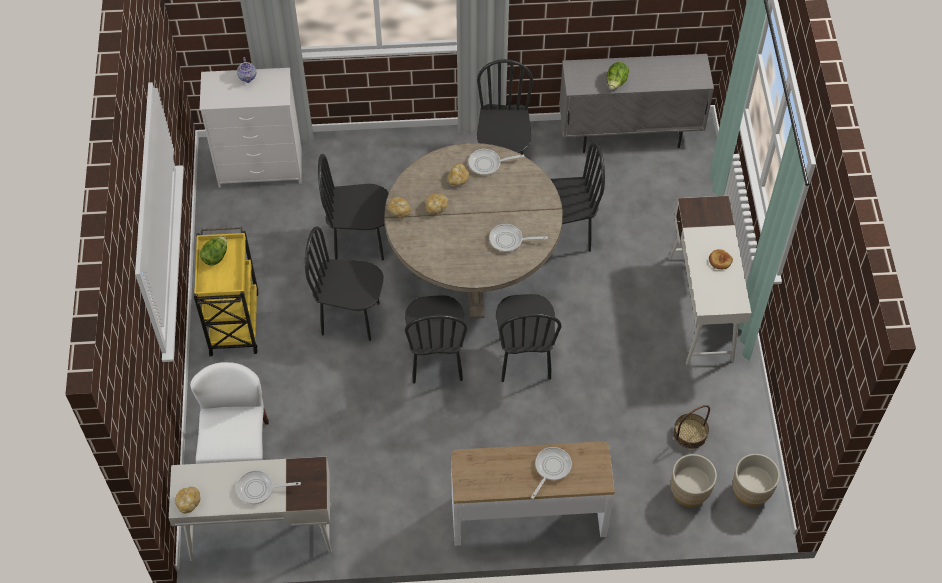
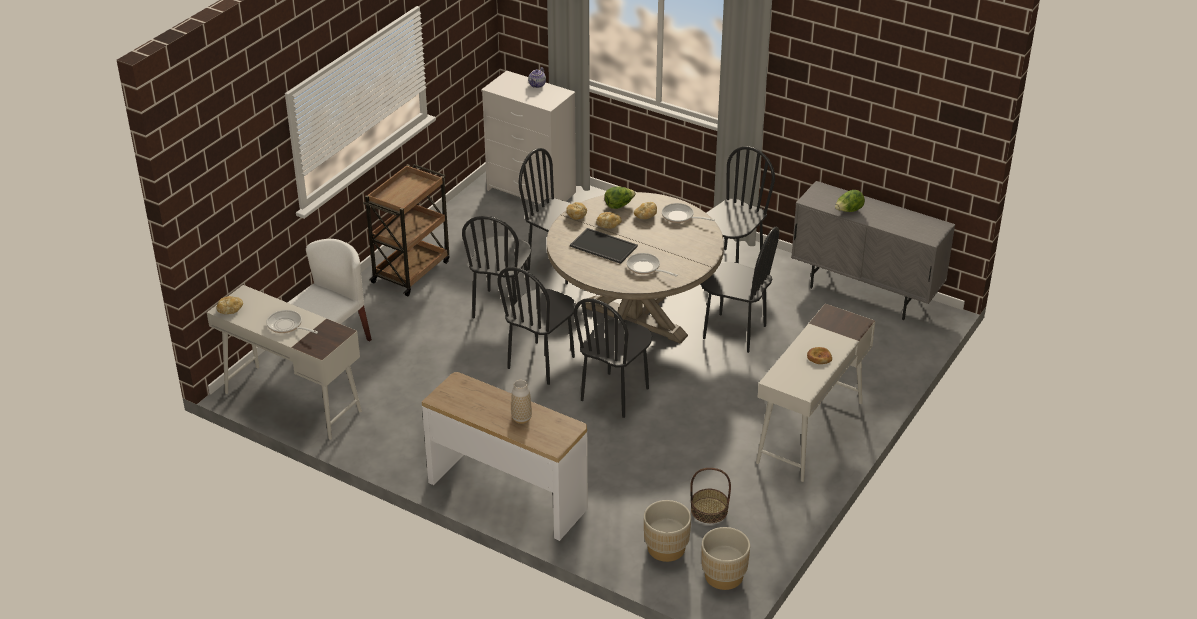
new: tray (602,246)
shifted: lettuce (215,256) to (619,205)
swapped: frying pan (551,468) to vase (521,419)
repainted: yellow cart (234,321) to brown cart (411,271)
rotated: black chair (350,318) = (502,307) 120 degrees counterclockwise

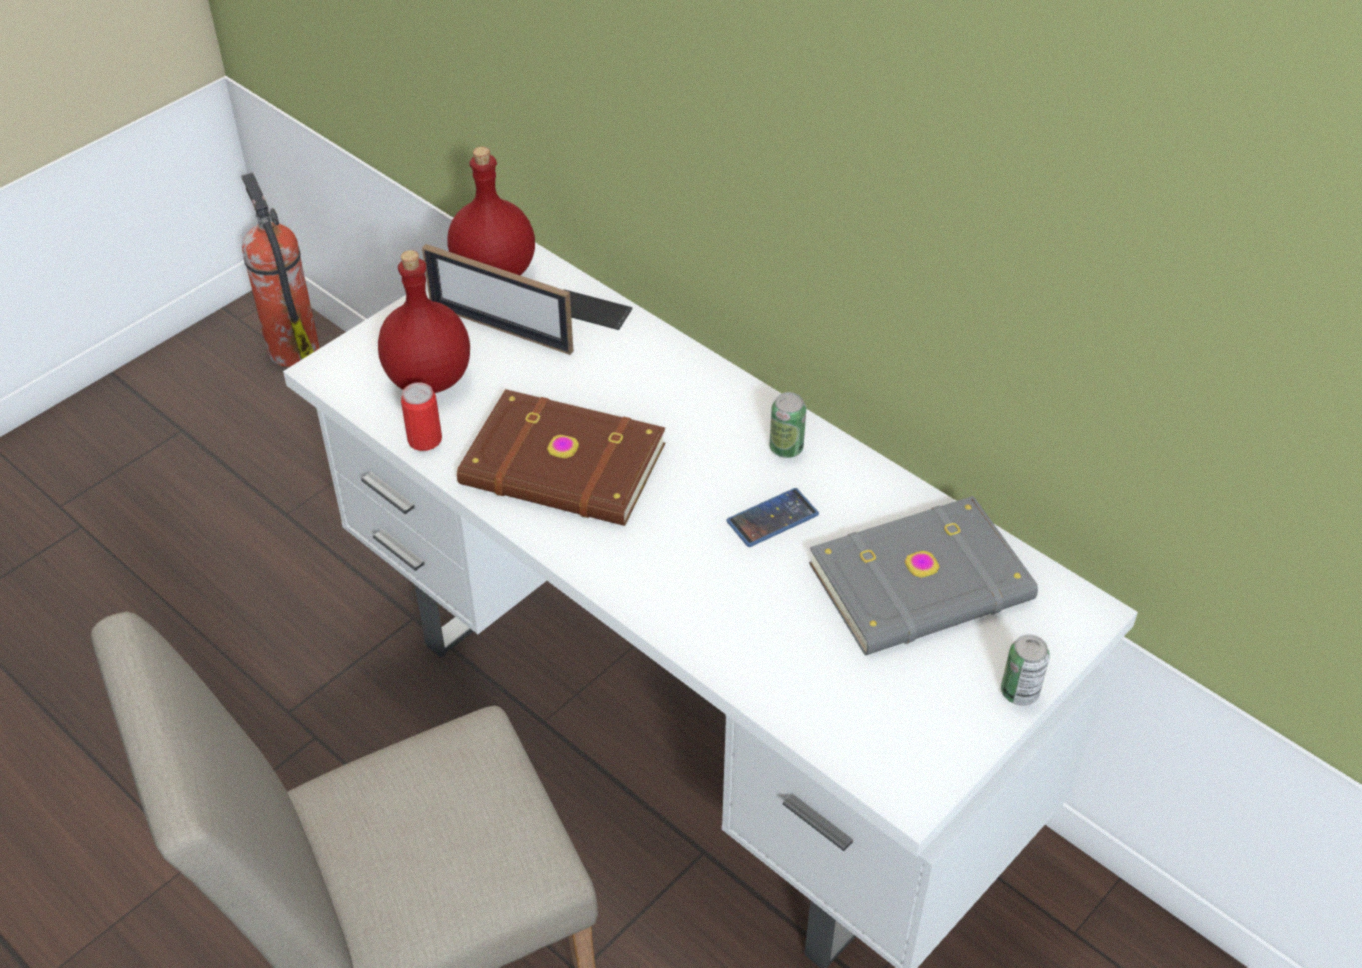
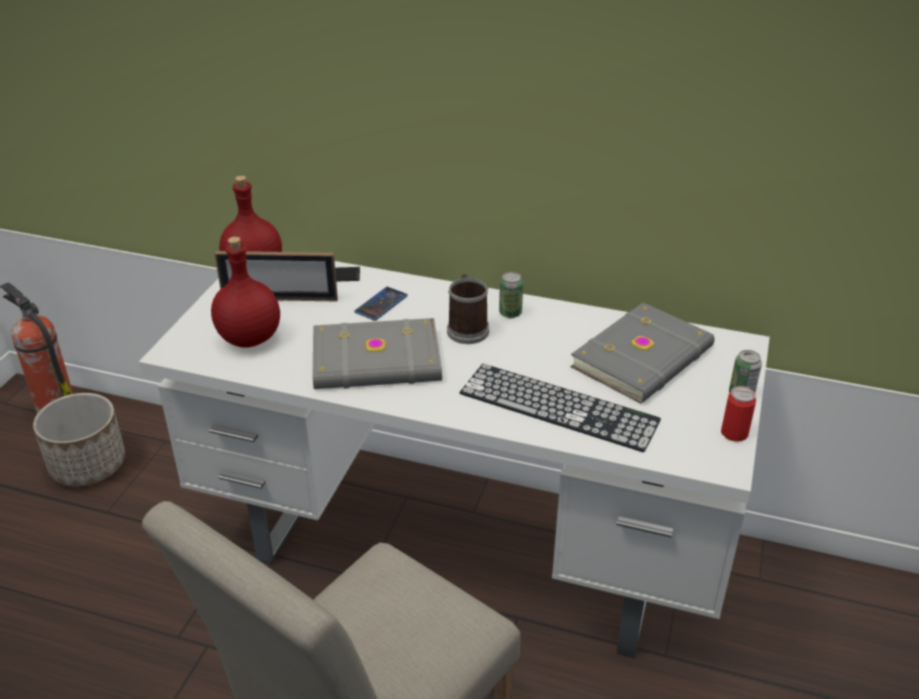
new: planter (87,465); mug (467,328); keyboard (558,406)
shifted: phone (772,518) to (381,304); can (424,440) to (734,433)
repainted: brown book (563,468) to grey book (377,361)

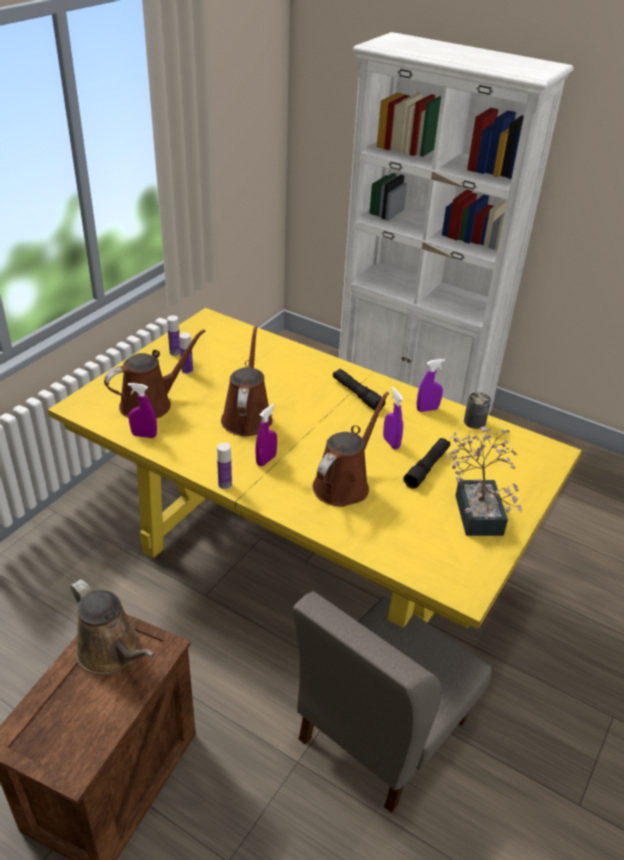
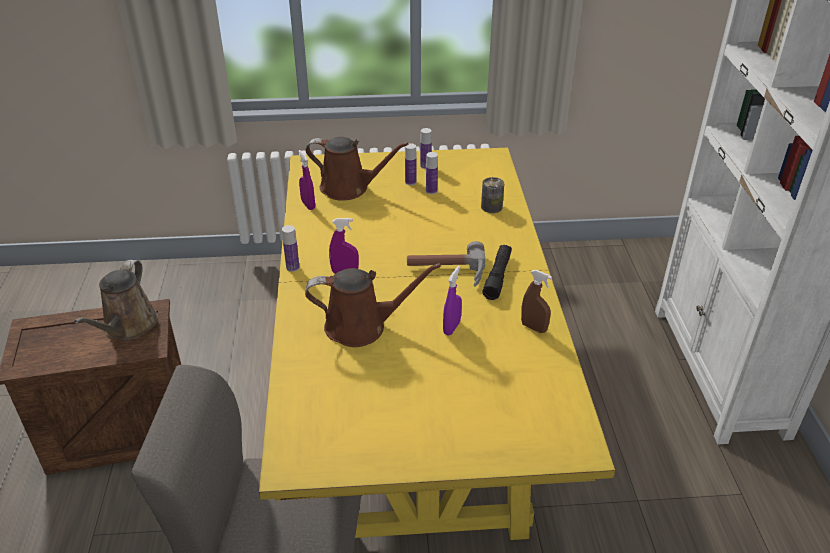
gone: brown watering can (247,416); black flashlight (427,467); potted plant (478,509)
new: hammer (447,272); bottle (431,191)
shifted: can (474,422) to (491,207)
repainted: purple spray bottle (427,409) to brown spray bottle (533,327)

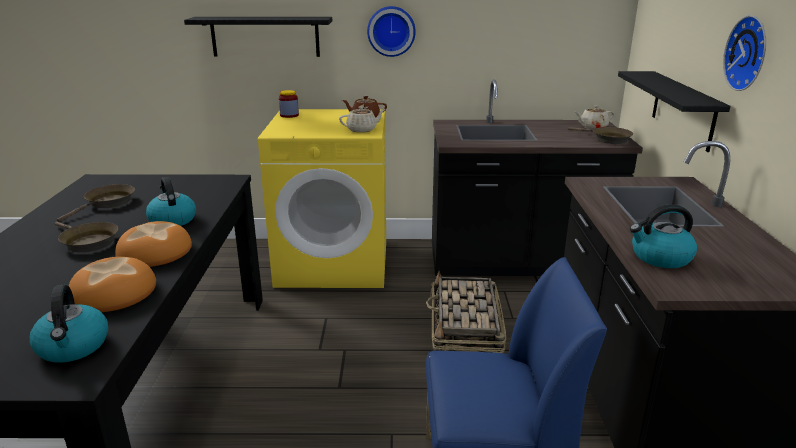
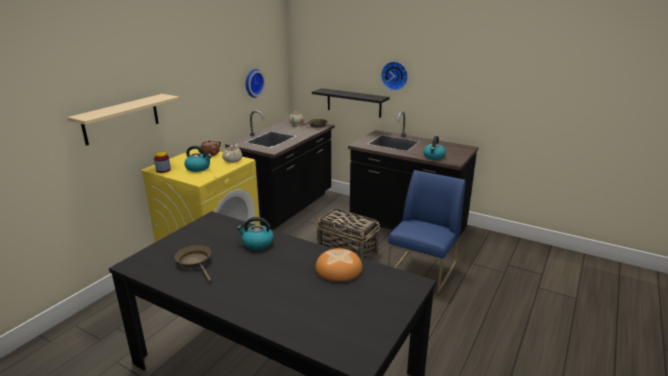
gone: brown frying pan (87,242); bread (154,251)
shifted: kettle (73,347) to (198,168); wall clock (391,31) to (253,83)
repainted: black shelf (265,36) to beige shelf (121,119)

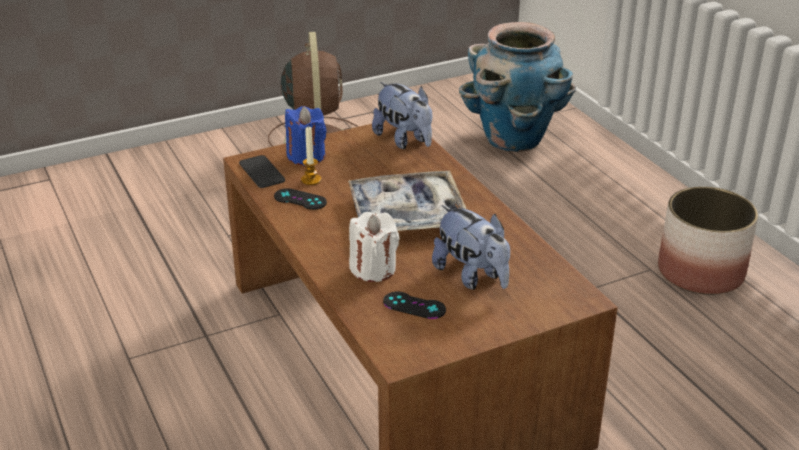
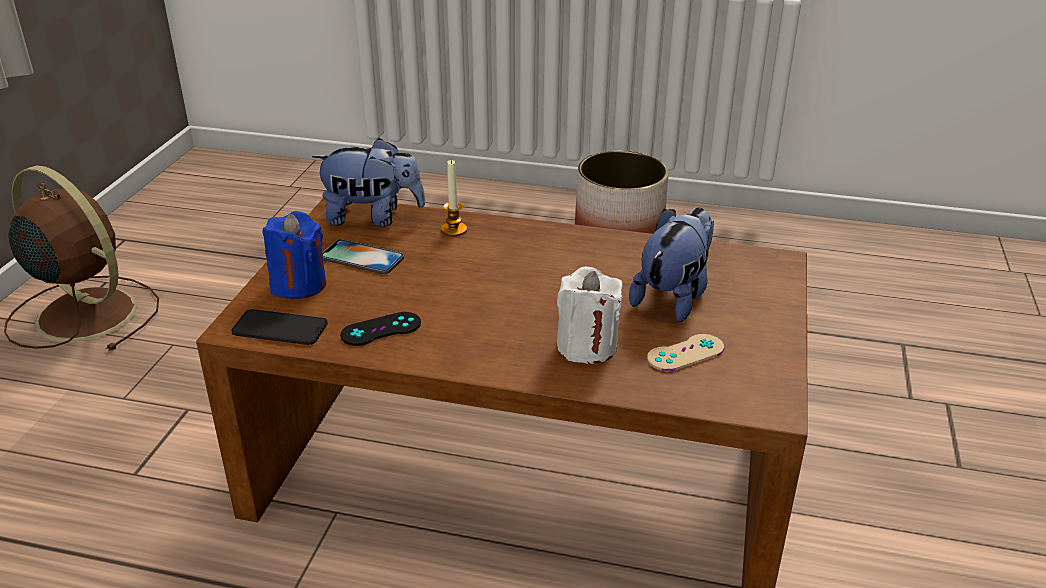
gone: tray (407,214); planter (514,139)
new: phone (362,257)
shifted: candle (311,180) to (454,230)
repainted: black game controller (414,306) to beige game controller (685,353)
rotated: plush toy (472,276) = (673,297) 60 degrees counterclockwise

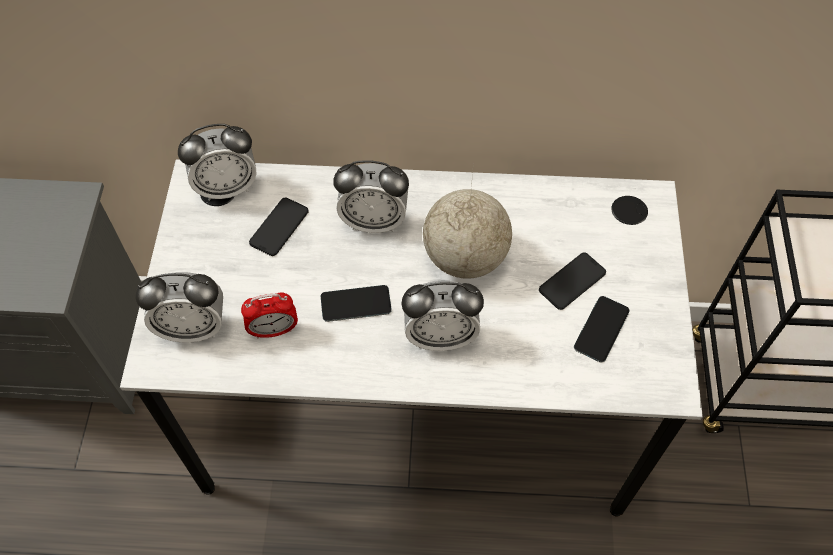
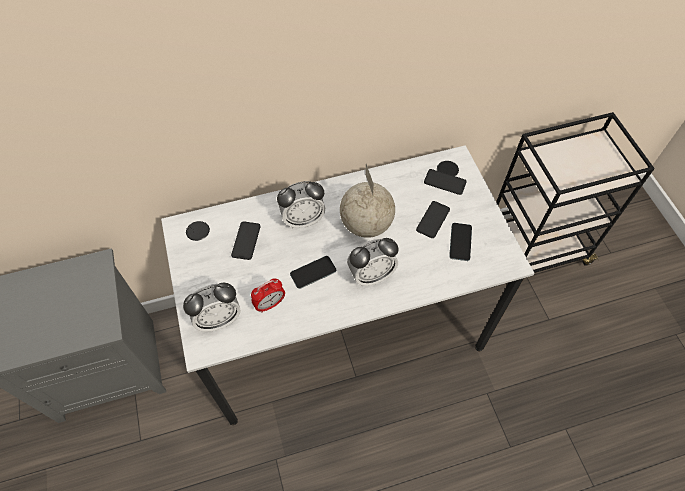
gone: alarm clock (227,187)
new: phone (445,182)

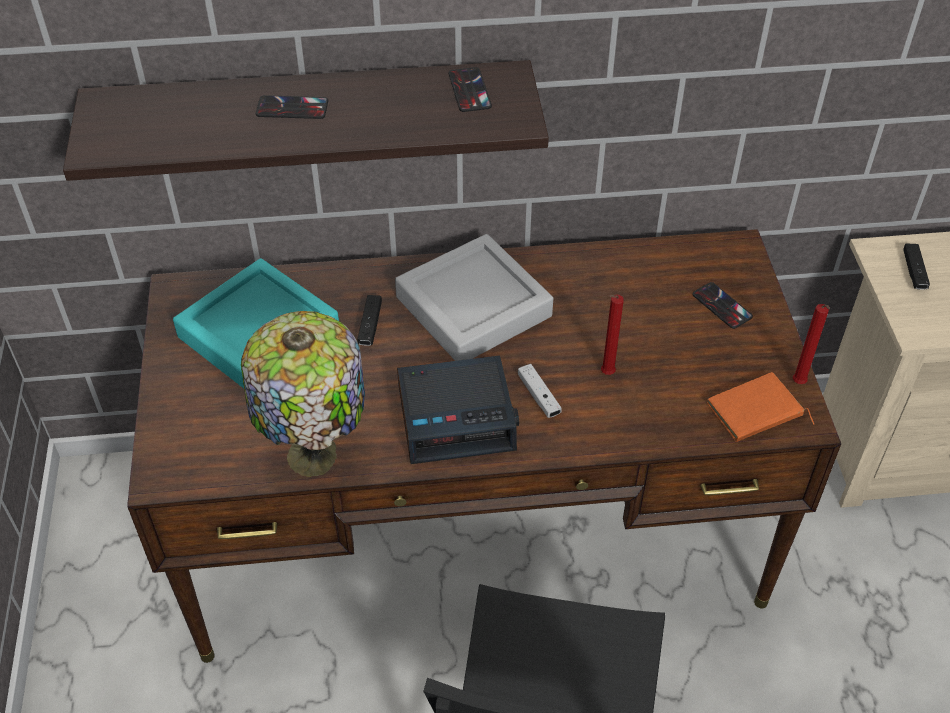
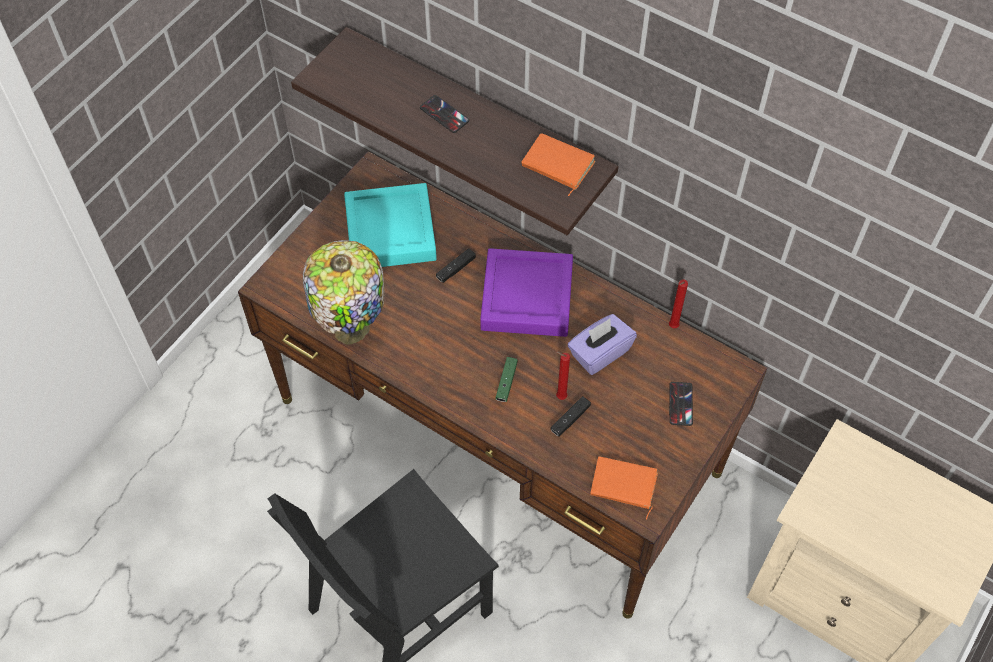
gone: alarm clock (457,417)
new: purple tissue box (599,353)
shifted: black game controller (914,272) to (570,419); red candle (799,384) to (672,327)
swapped: phone (469,90) to orange book (556,166)
repainted: grey tray (473,307) to purple tray (527,297); white game controller (538,396) to green game controller (506,382)

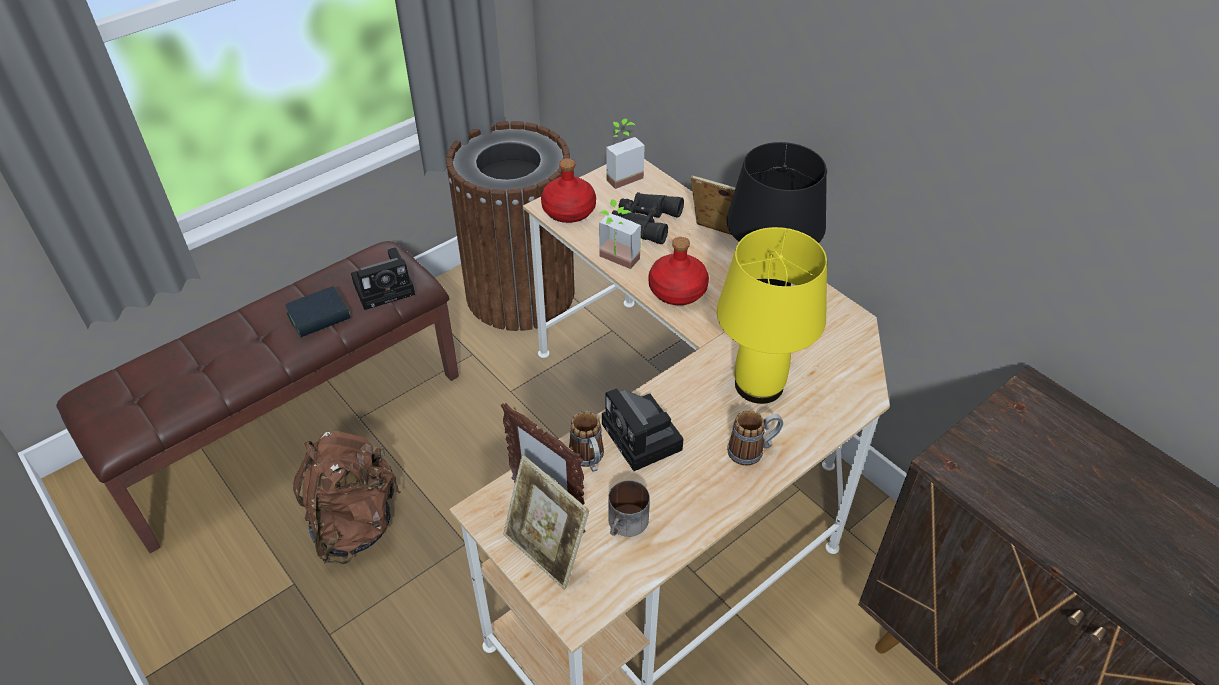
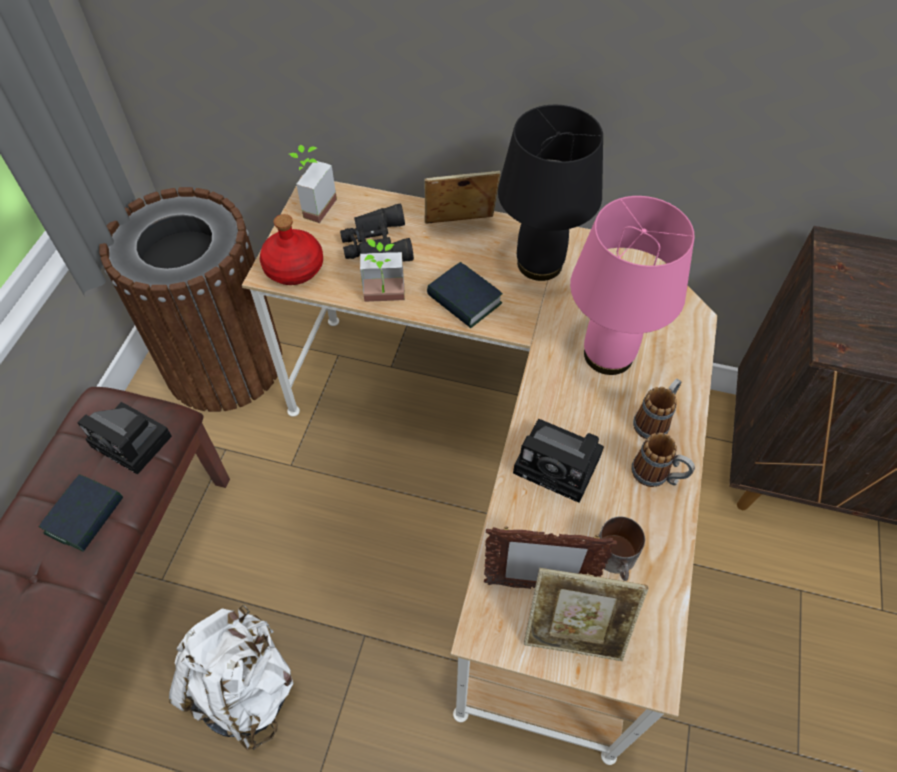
shifted: mug (589,460) to (657,476)
swapped: red bottle (677,291) to book (464,300)
repainted: brown backpack (355,524) to white backpack (245,687); yellow table lamp (758,384) to pink table lamp (607,354)
rotated: photo camera (386,287) = (135,442) 90 degrees clockwise

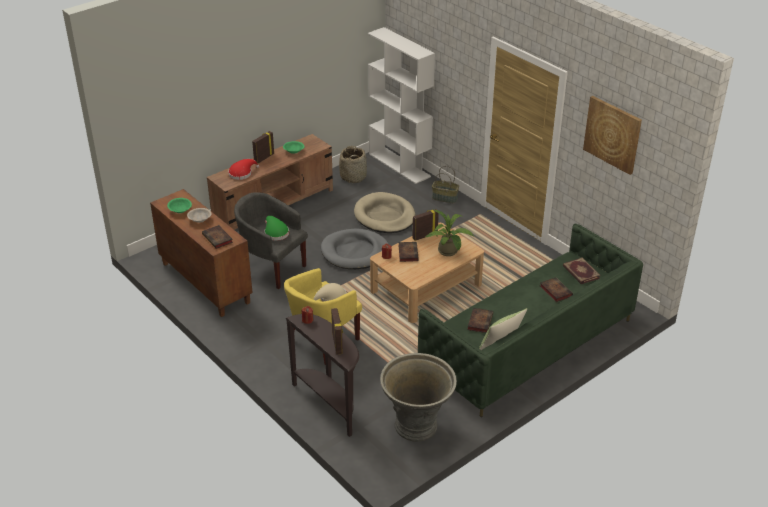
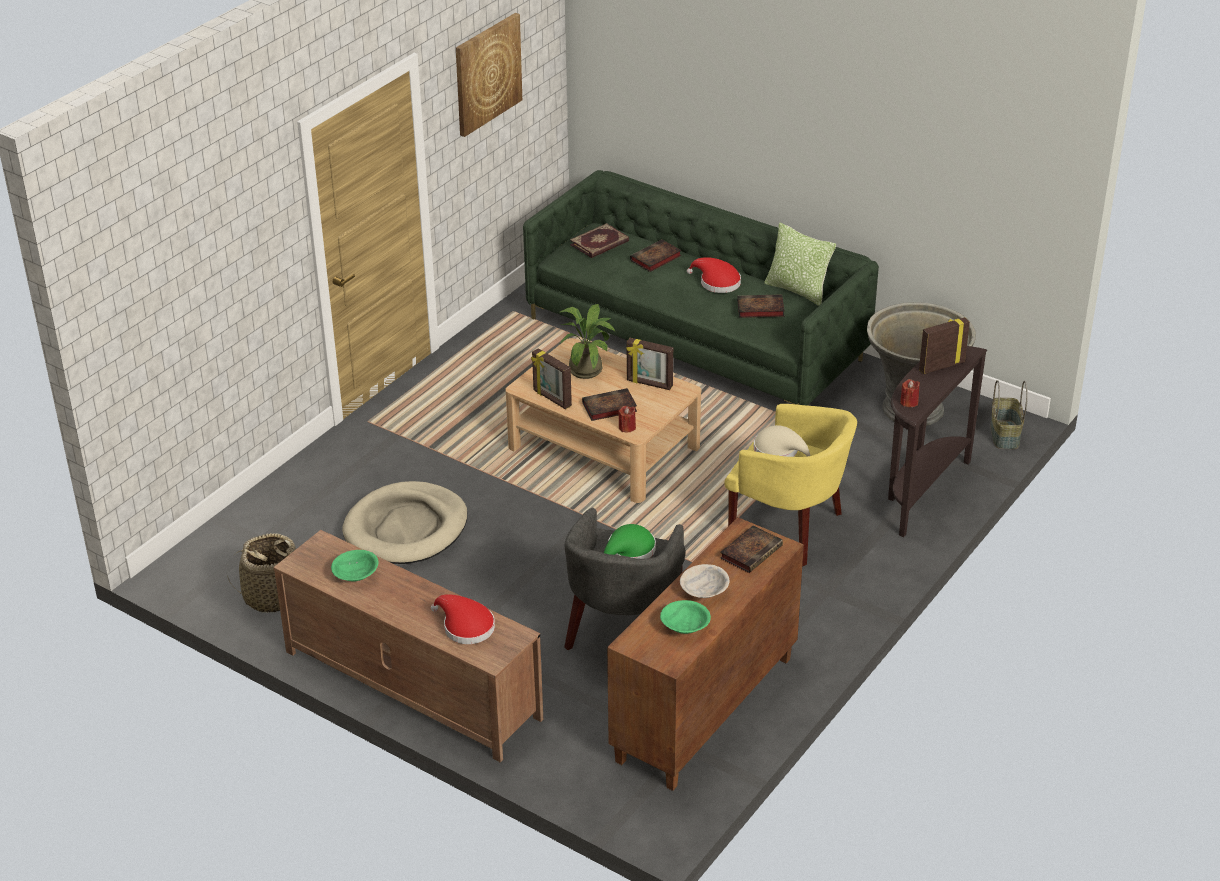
gone: grey dog bed (355,252); white bookcase (400,165)
new: red hat (717,282)
shifted: picture frame (263,158) to (649,384); basket (445,198) to (1004,435)

